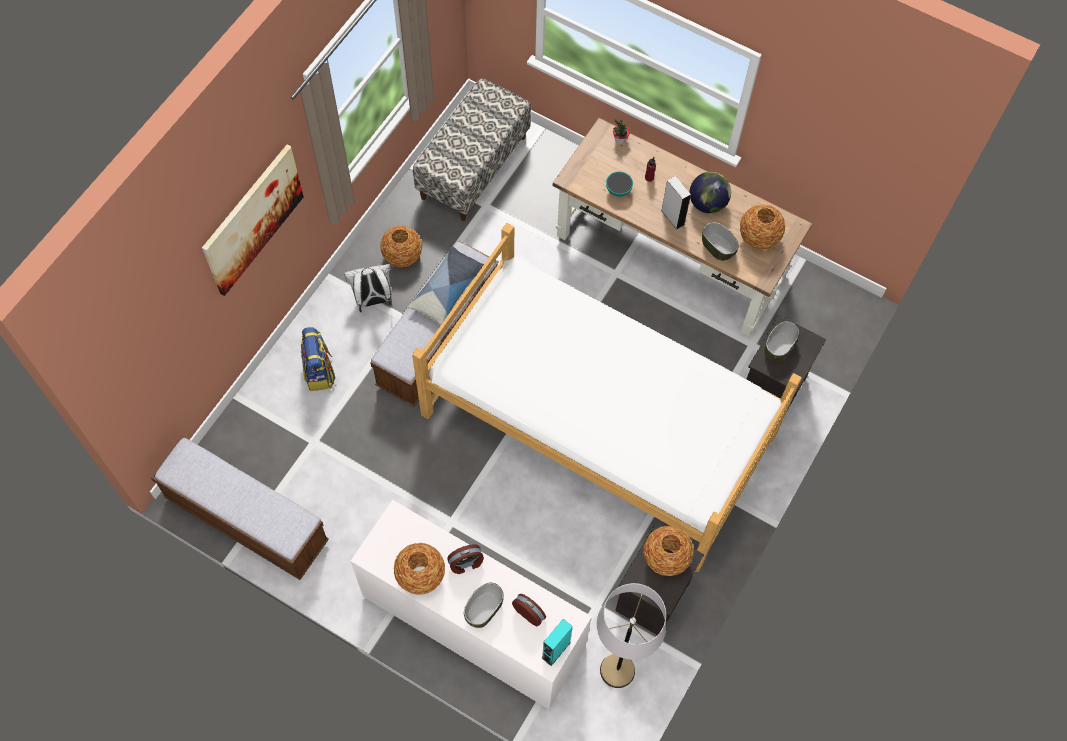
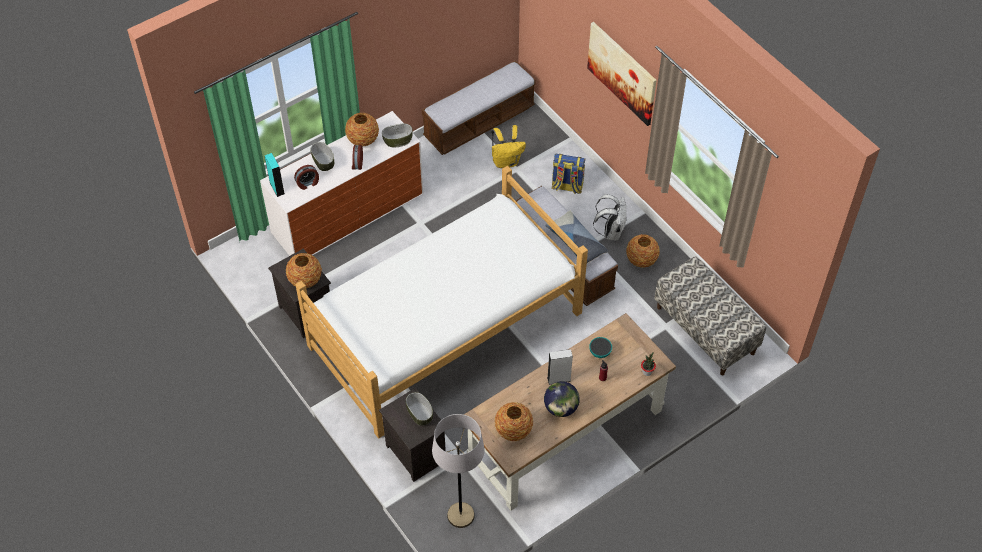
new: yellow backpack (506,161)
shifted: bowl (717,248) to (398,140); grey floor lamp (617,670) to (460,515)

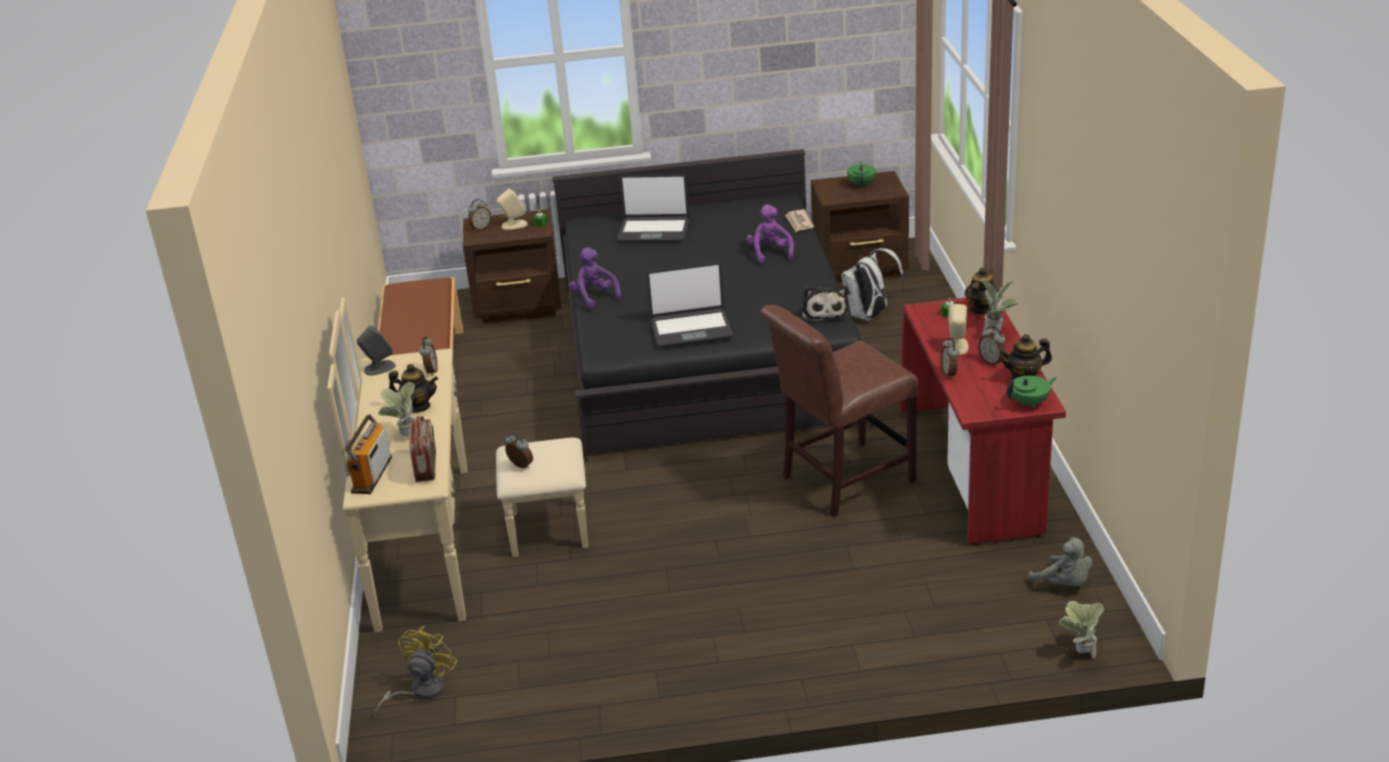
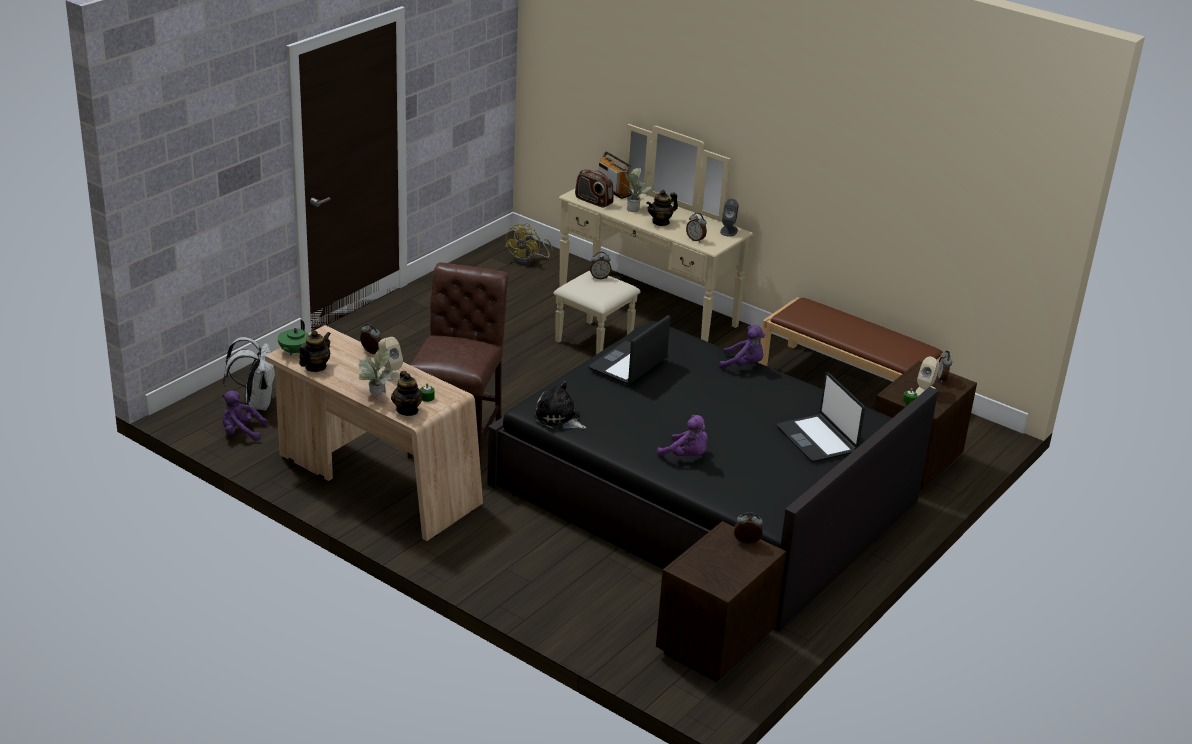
gone: newspaper (799,222); green teapot (861,184); potted plant (1080,653)
shifted: white backpack (869,316) to (255,403); alarm clock (992,362) to (746,542)
repainted: grey plush toy (1064,584) to purple plush toy (241,432); red desk (973,471) to beige desk (375,482)
rotated: yellow fan (420,691) = (528,260) 45 degrees clockwise; laptop (653,231) = (817,439) 75 degrees counterclockwise

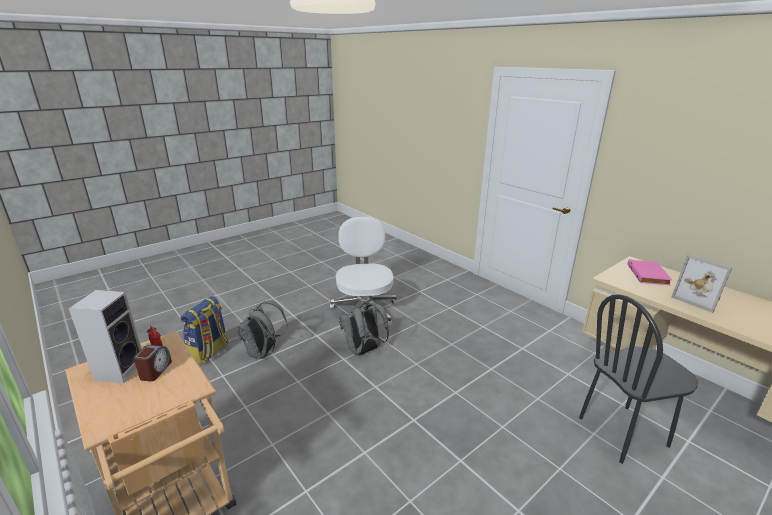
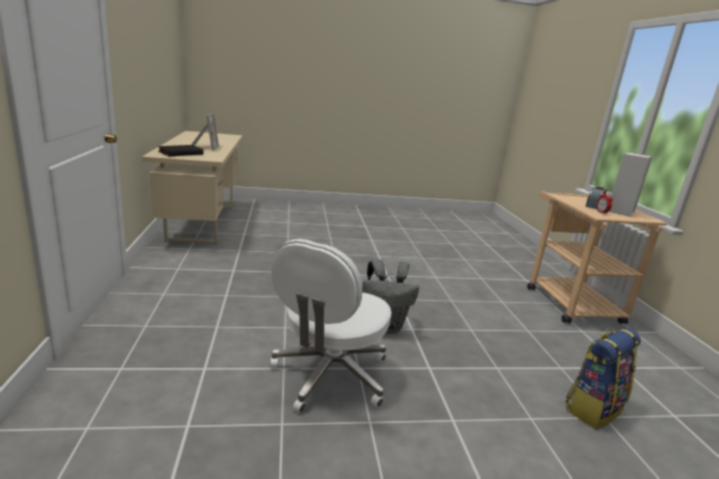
gone: grey backpack (263,353); black chair (623,432)
repainted: pink book (649,275) to black book (180,153)

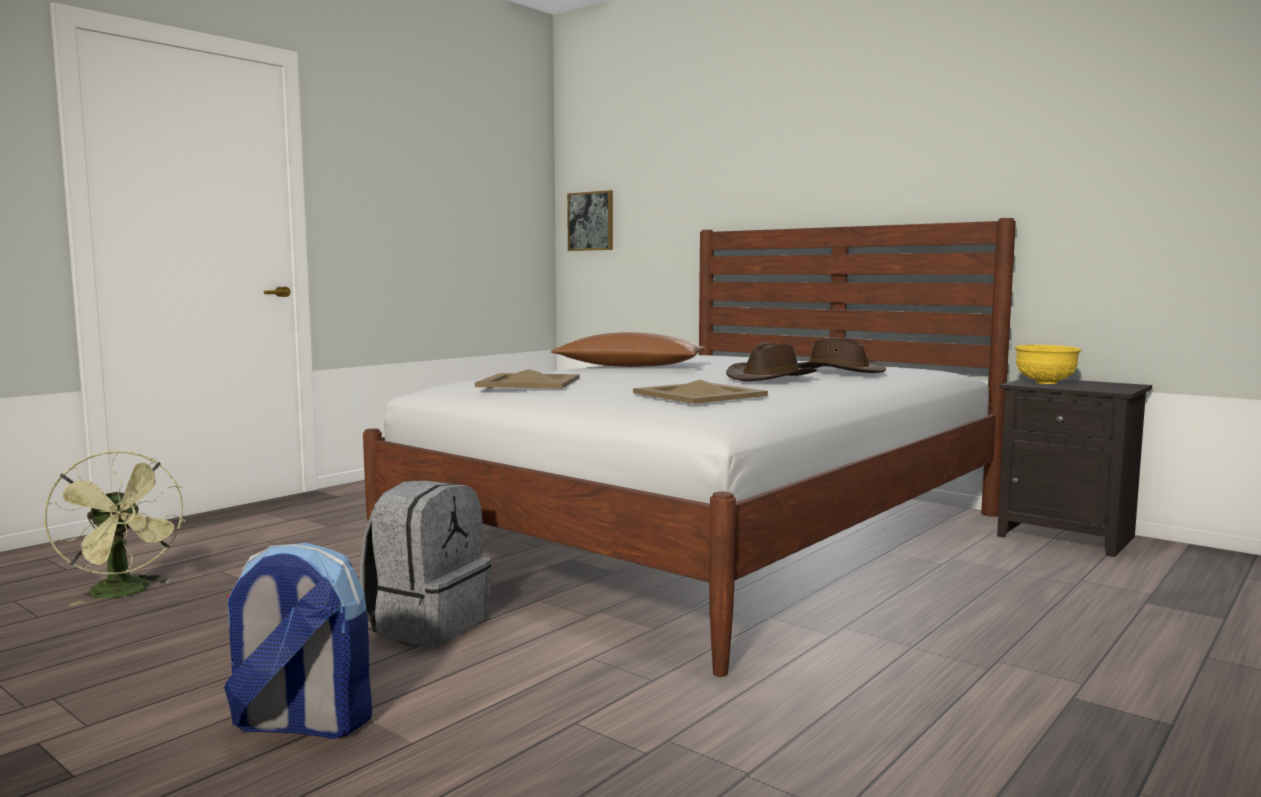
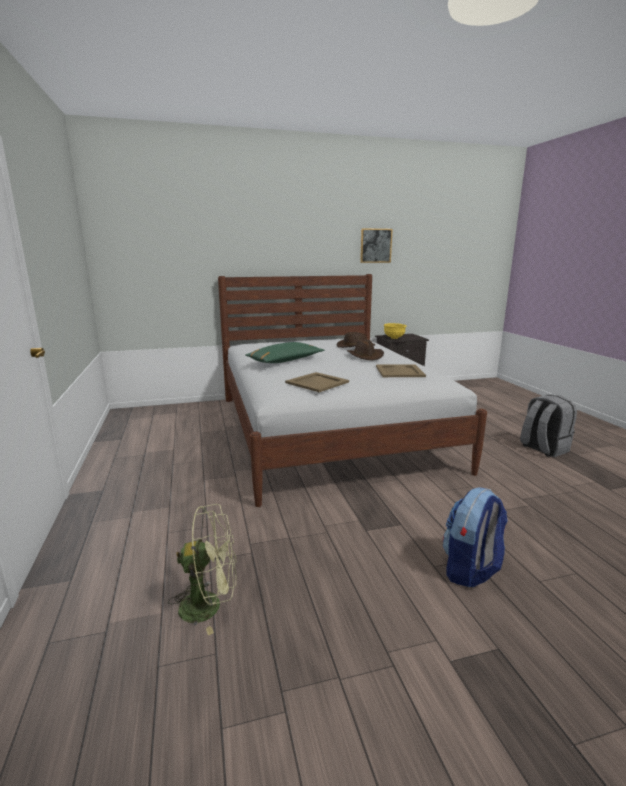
shifted: picture (591,221) to (375,245); grey backpack (427,624) to (543,448)
repainted: brown pillow (629,366) to green pillow (285,361)

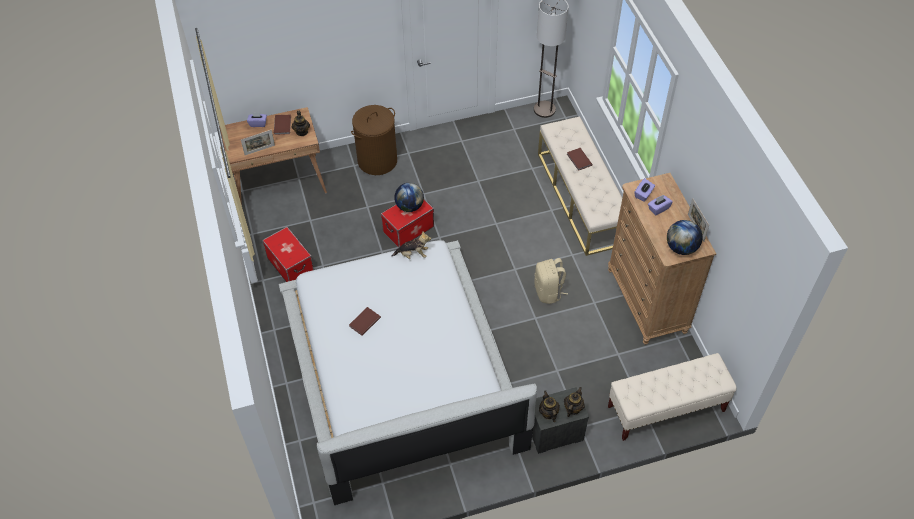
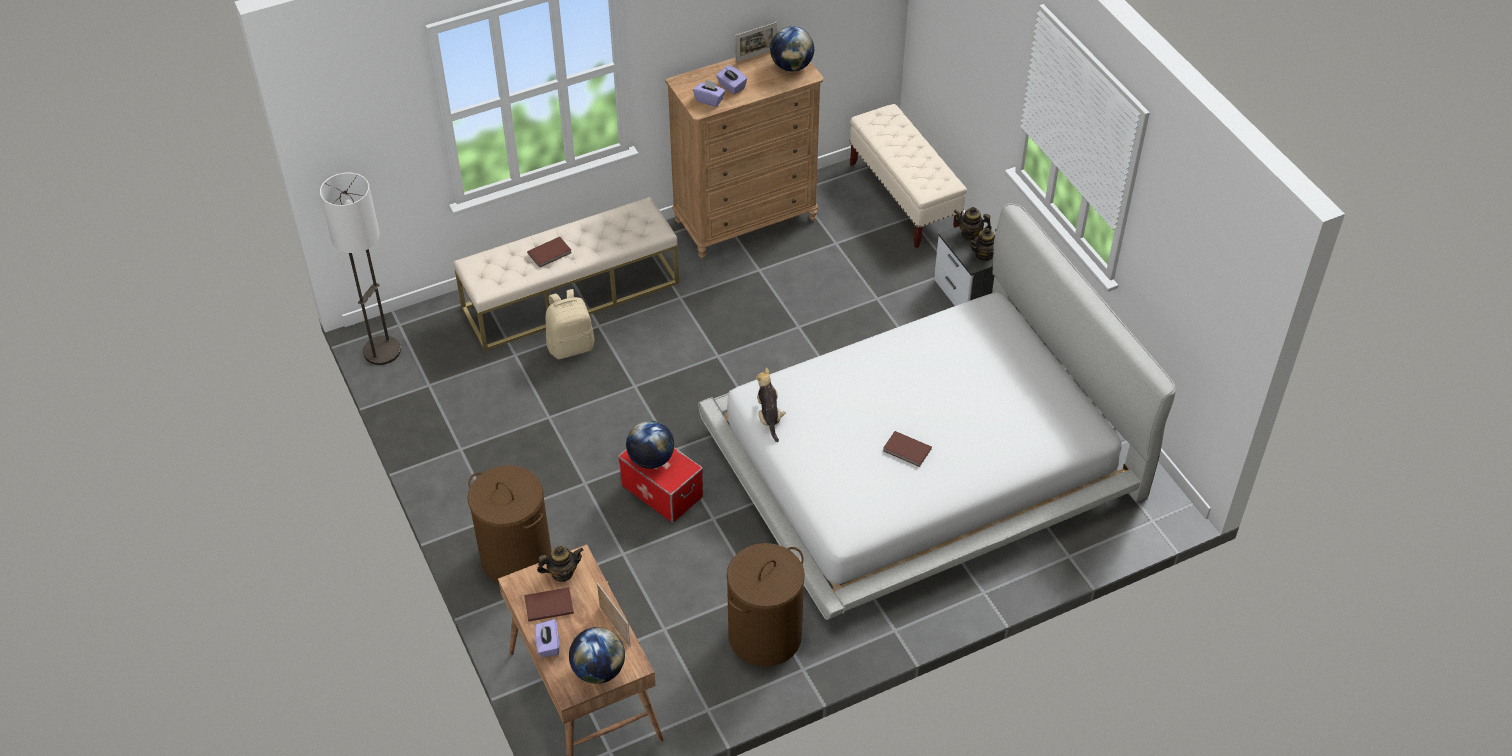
new: globe (598,670)
shifted: beige backpack (548,292) to (571,346)
swapped: storage box (290,265) to brown laundry basket (765,636)

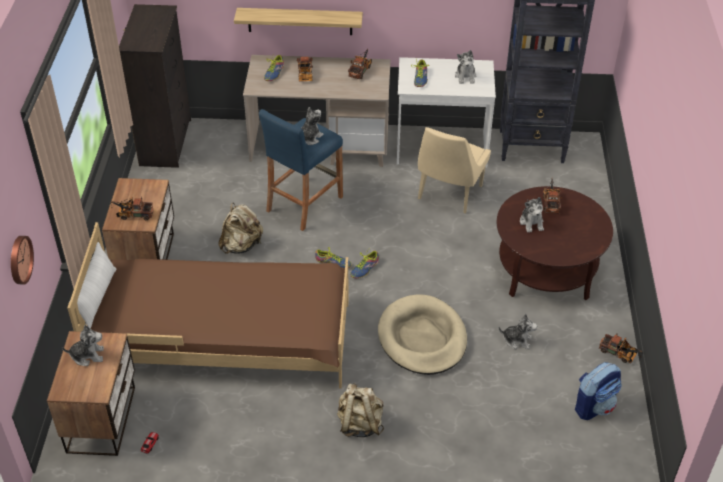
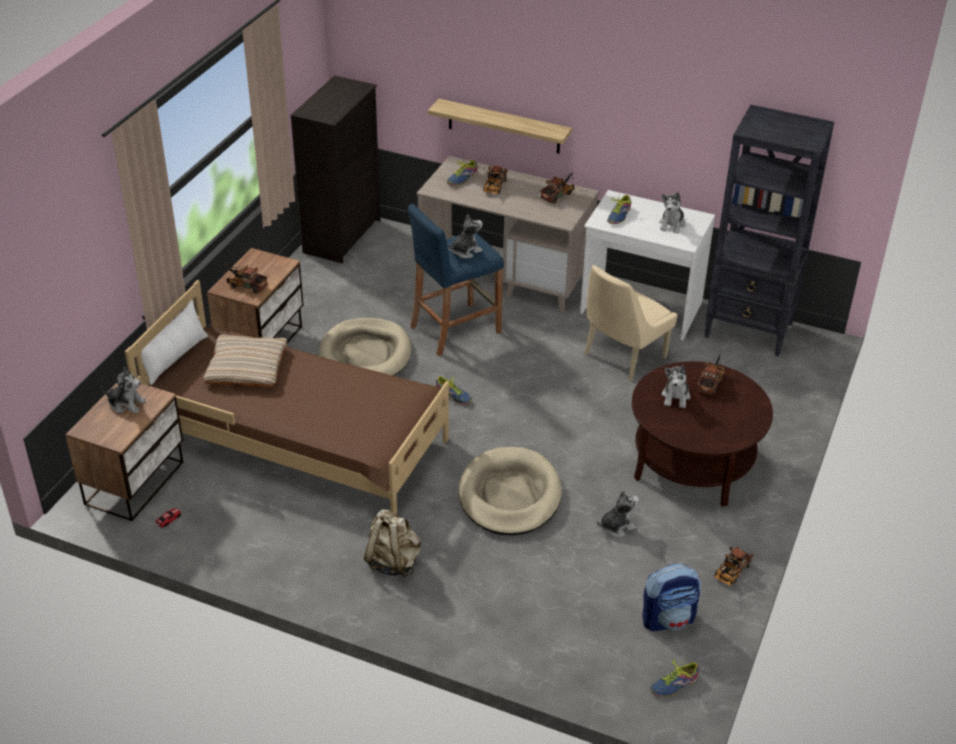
gone: wall clock (19,259)
new: beige pillow (246,366)
shifted: shoe (364,268) to (674,684)
swapped: beige backpack (241,245) to beige dog bed (365,354)
rotated: plush toy (517,340) = (616,526) 60 degrees counterclockwise; toy truck (619,354) = (730,573) 75 degrees clockwise

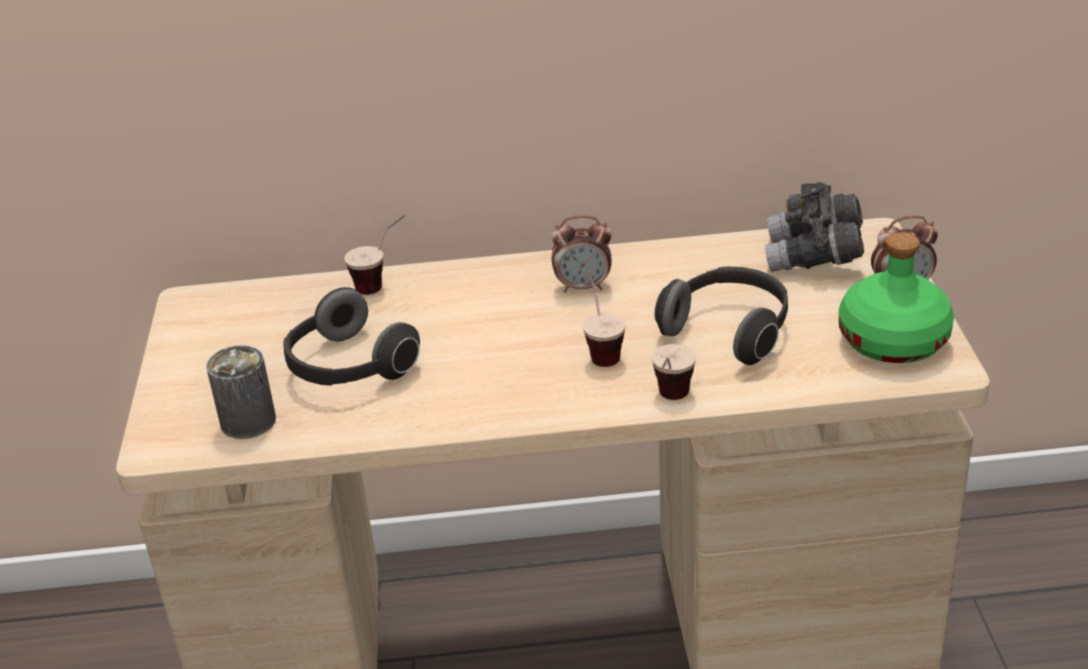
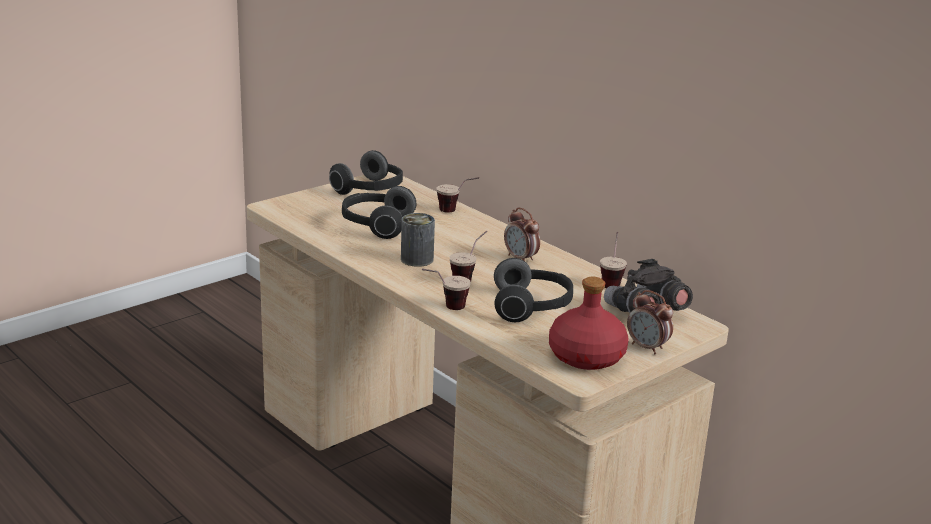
new: headphones (370,190); cup (611,281)
shifted: can (248,421) to (417,259)
repainted: green bottle (894,341) to red bottle (587,357)

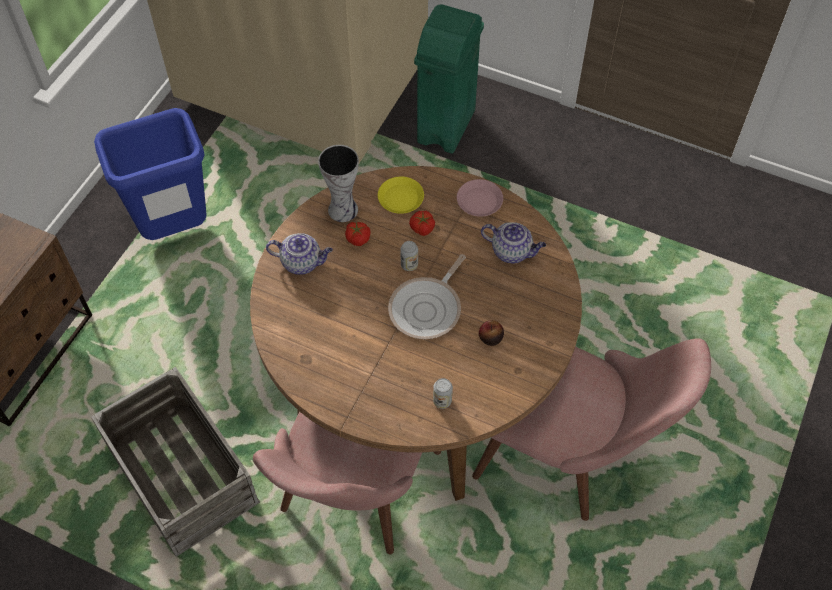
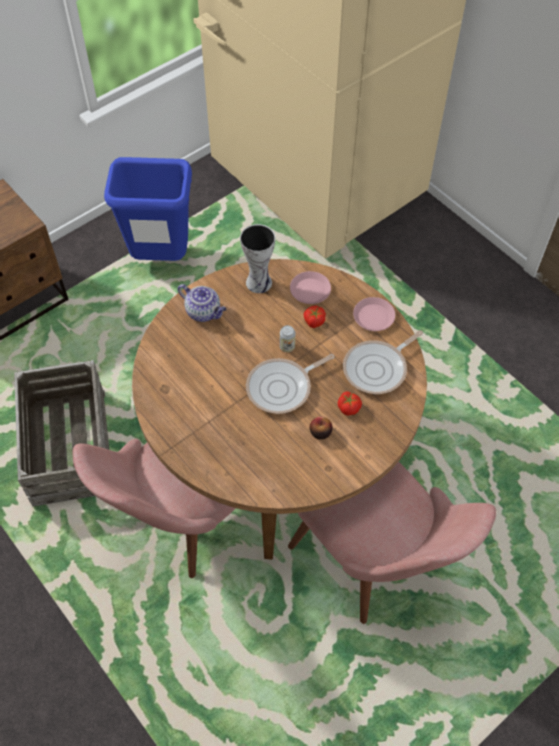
gone: green trash can (445,127); can (442,401)
shifted: tomato (358,238) to (349,407)
swapped: teapot (512,251) to frying pan (378,369)
repainted: yellow plate (401,198) to pink plate (310,290)

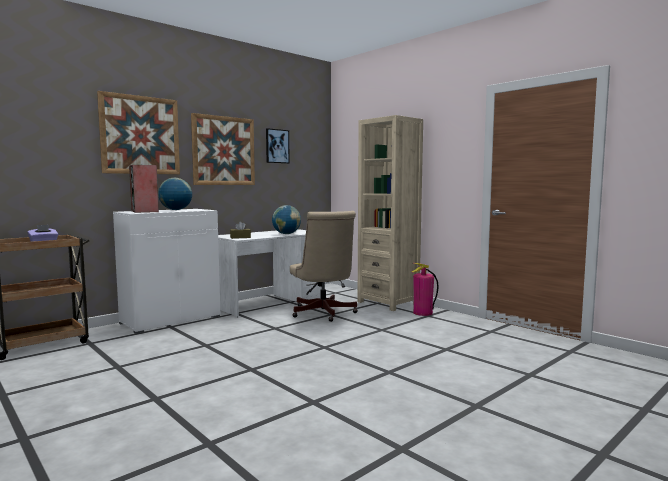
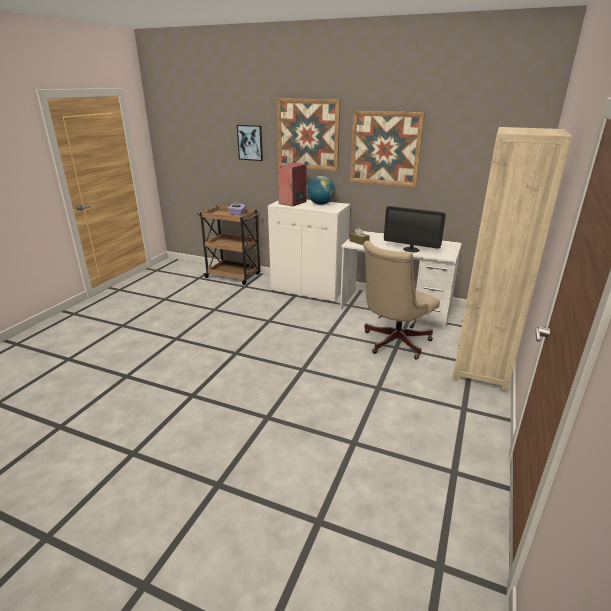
gone: fire extinguisher (422,313)
shifted: picture (277,146) to (250,142)
swapped: globe (286,234) to monitor (411,249)

